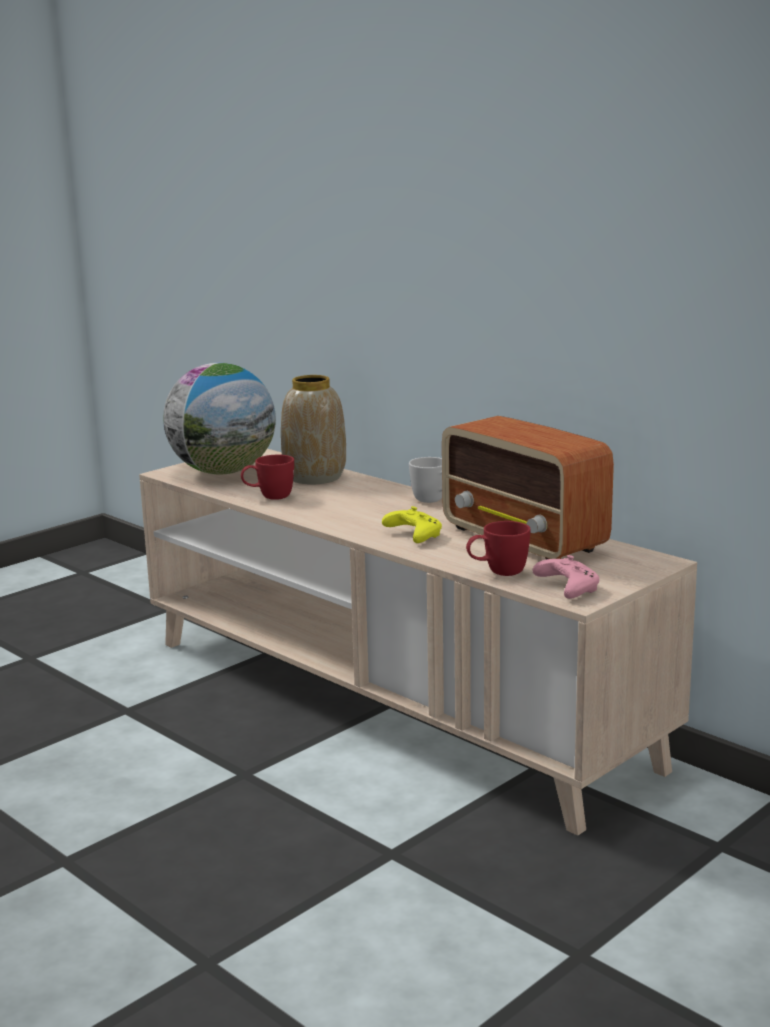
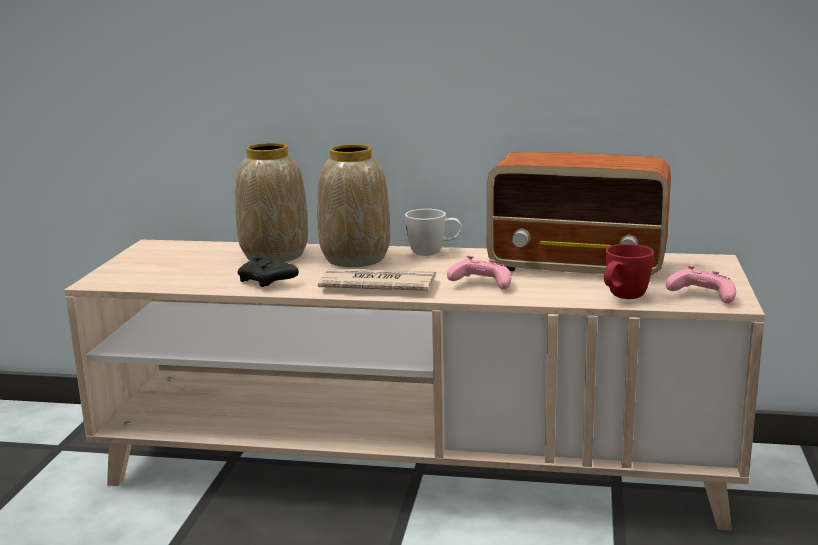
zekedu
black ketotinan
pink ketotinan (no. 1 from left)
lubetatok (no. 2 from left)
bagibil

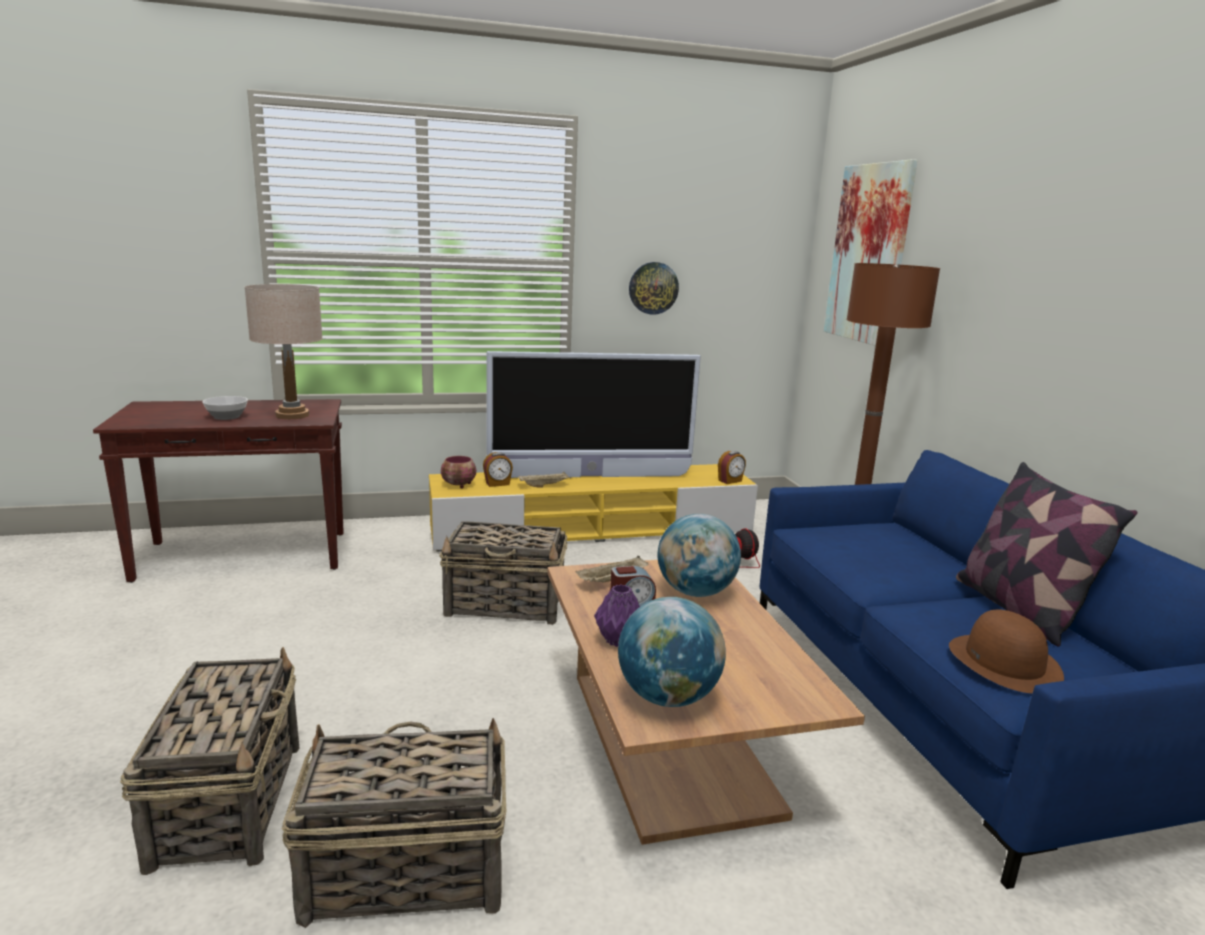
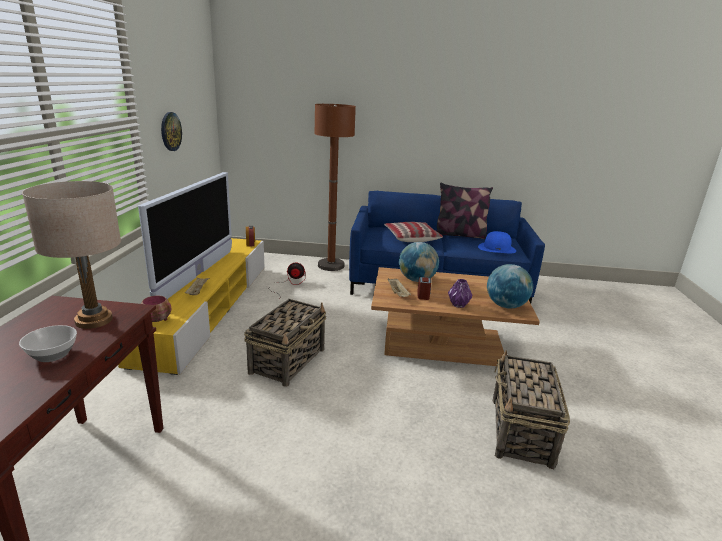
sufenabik
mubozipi (no. 1 from left in the first image)
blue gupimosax
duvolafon (no. 1 from left in the first image)
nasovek (no. 1 from left)

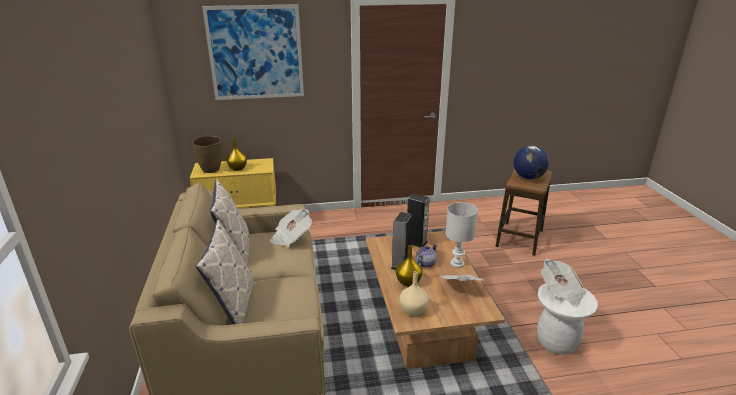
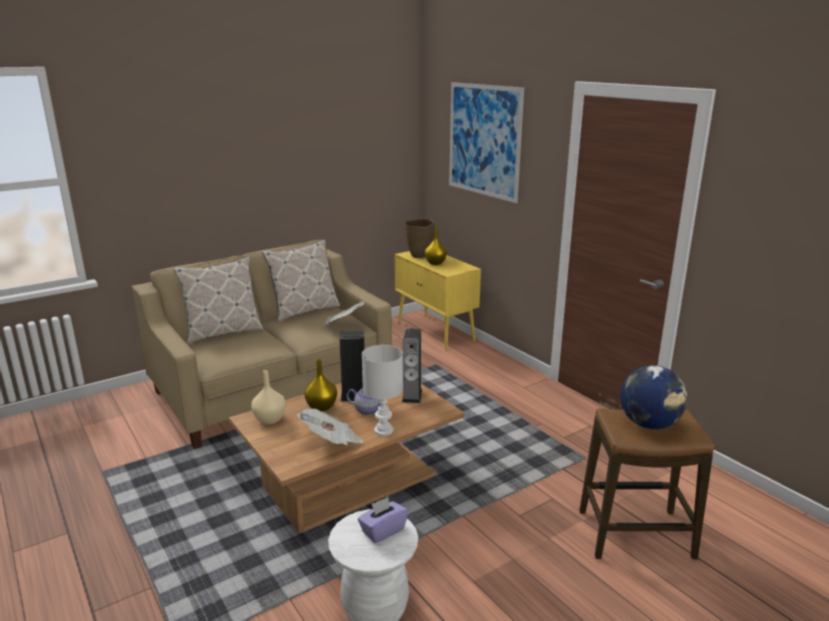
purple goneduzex

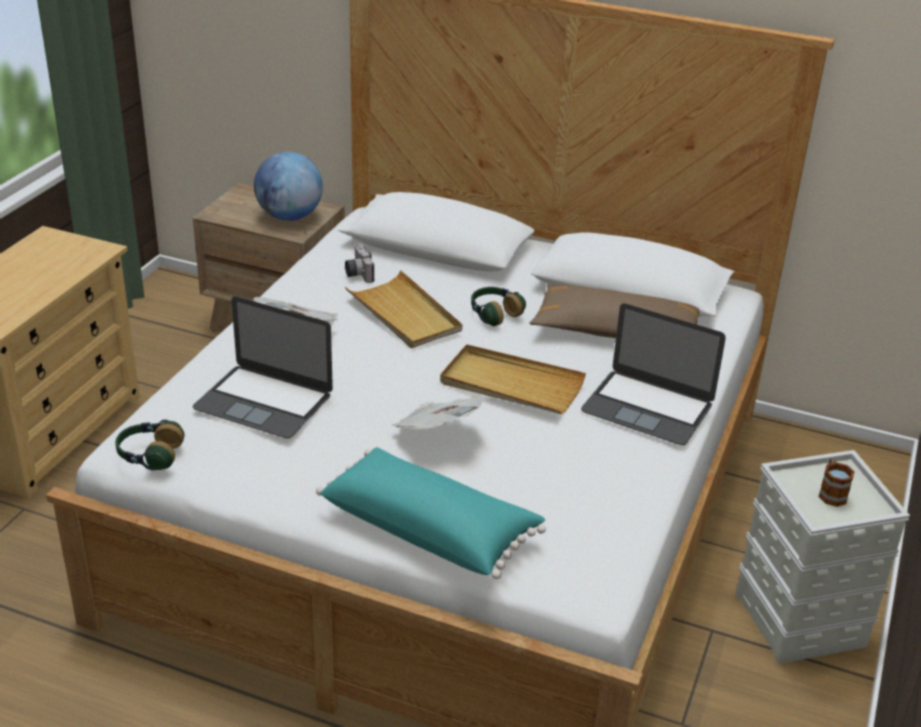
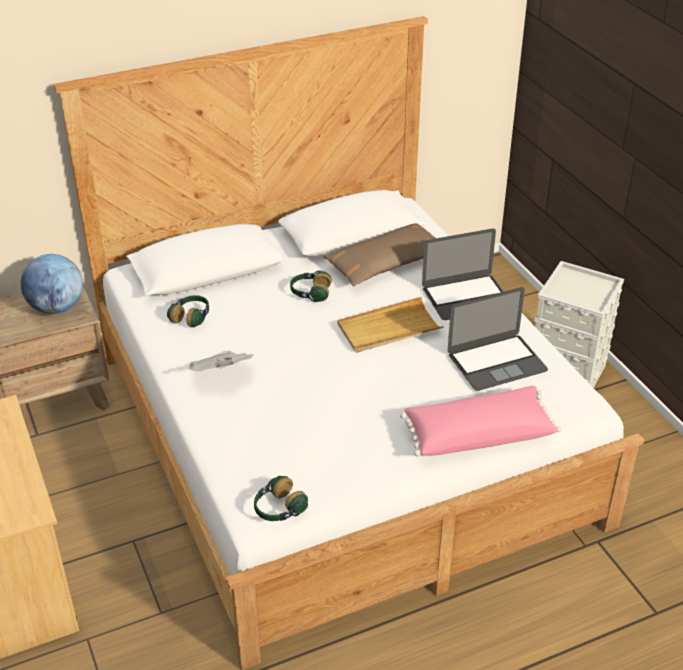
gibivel (no. 1 from left)
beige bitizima (no. 1 from left in the first image)
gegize (no. 2 from left)
bagibil (no. 2 from left in the first image)
pink nasovek
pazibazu

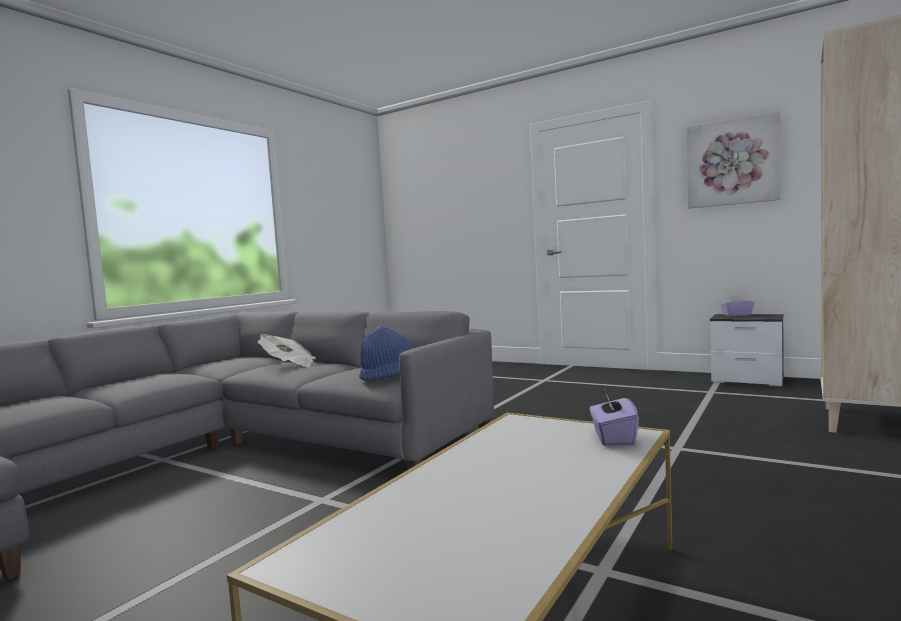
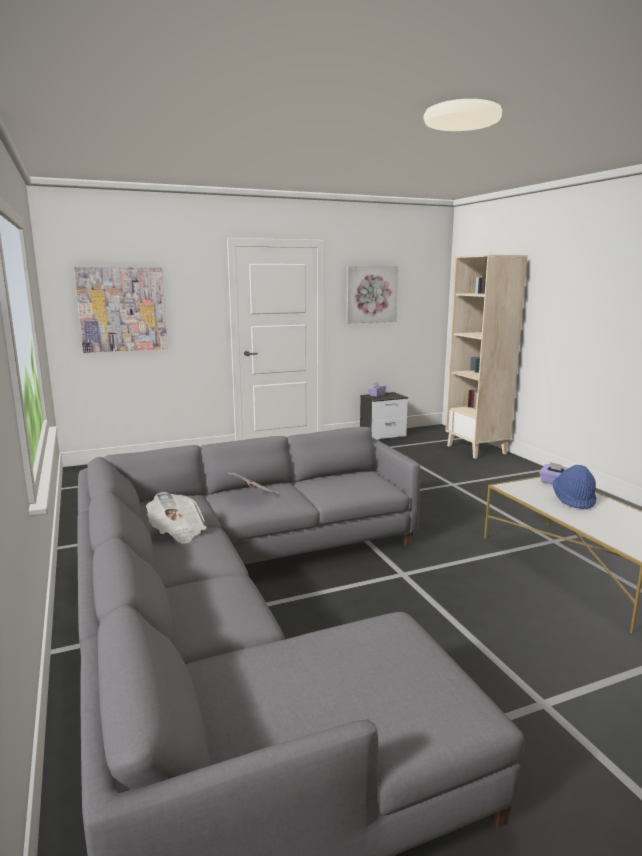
blue gupimosax
sufenabik (no. 1 from left)
bagibil (no. 1 from left)

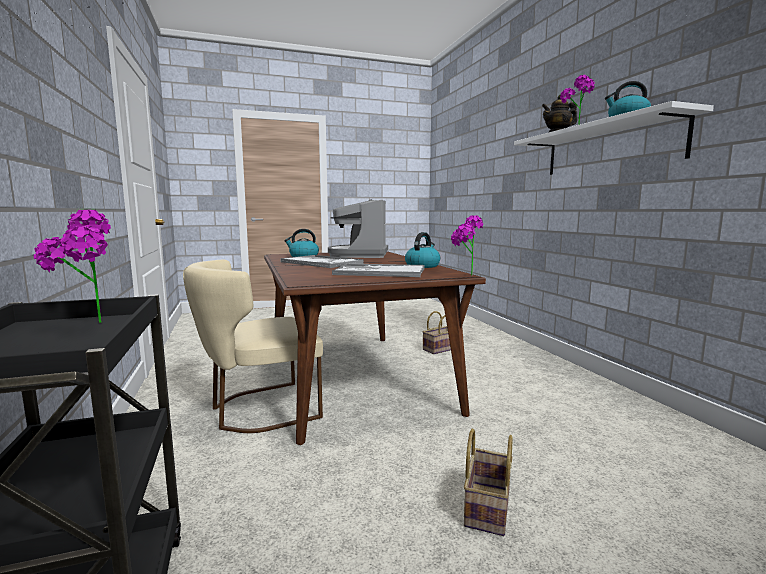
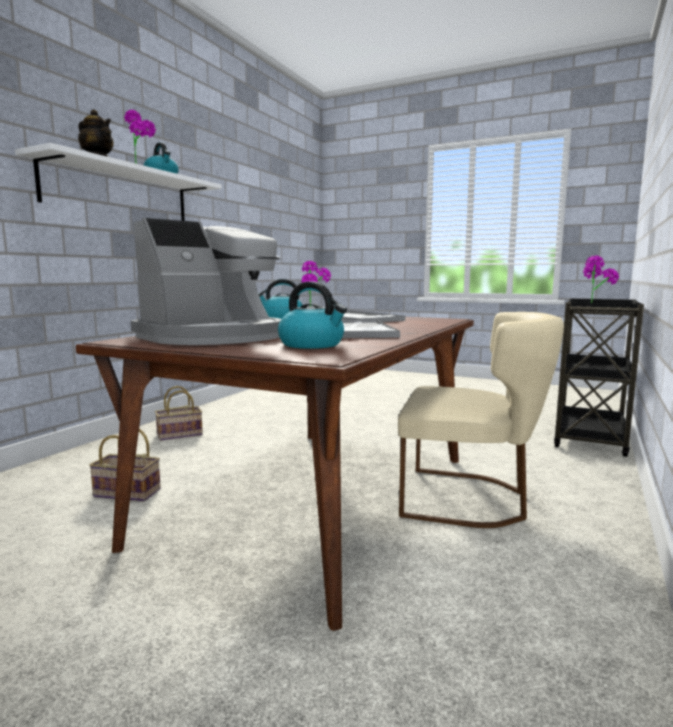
duvolafon (no. 2 from left)

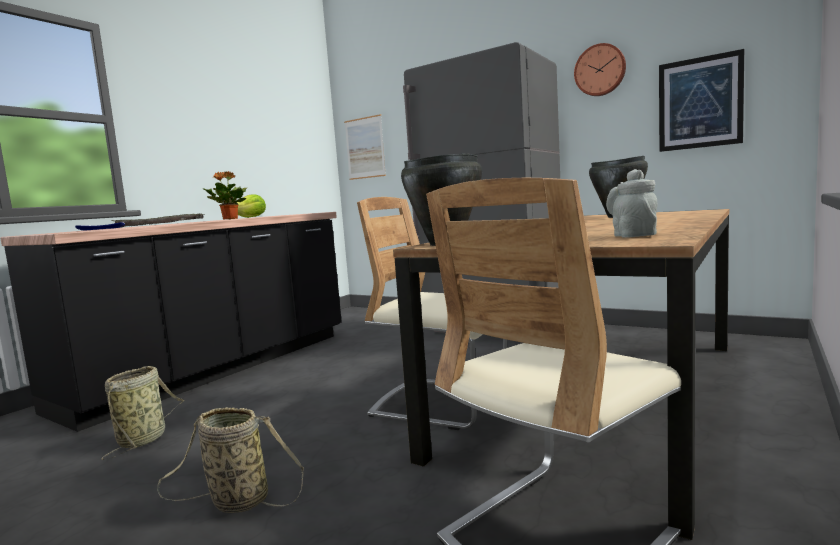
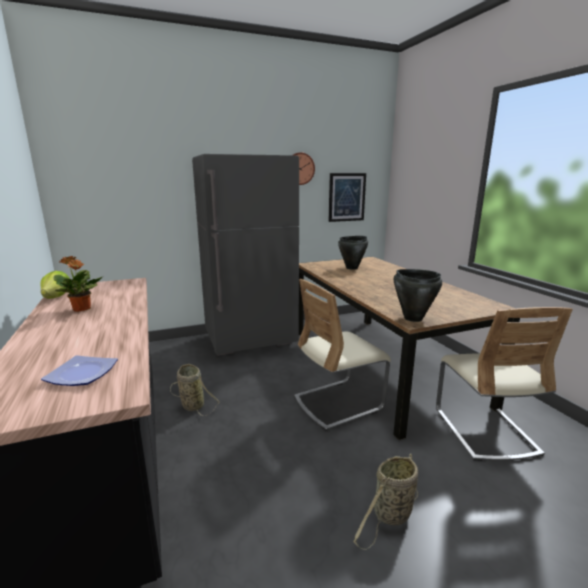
sufenabik (no. 1 from left in the first image)
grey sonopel
bitizima
duvolafon (no. 1 from left)

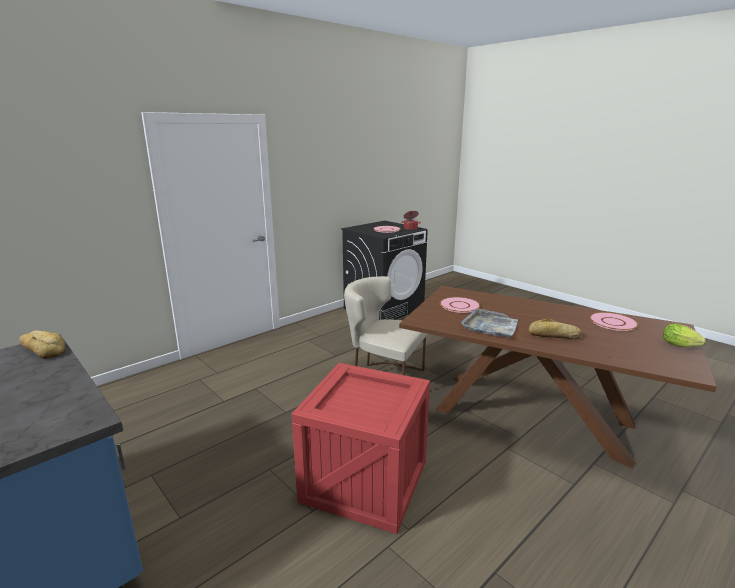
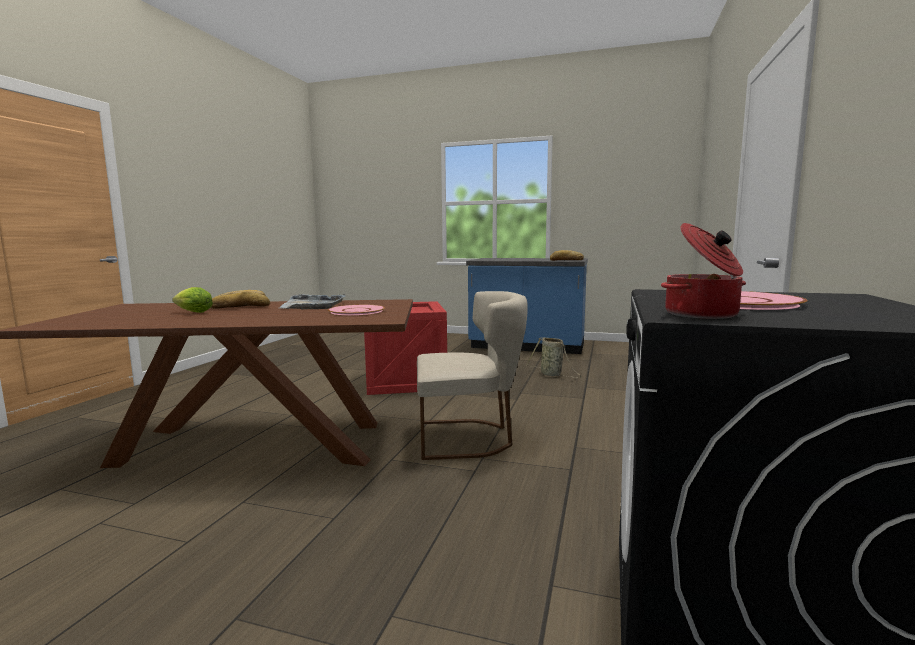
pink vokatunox (no. 3 from left in the first image)
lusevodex
duvolafon

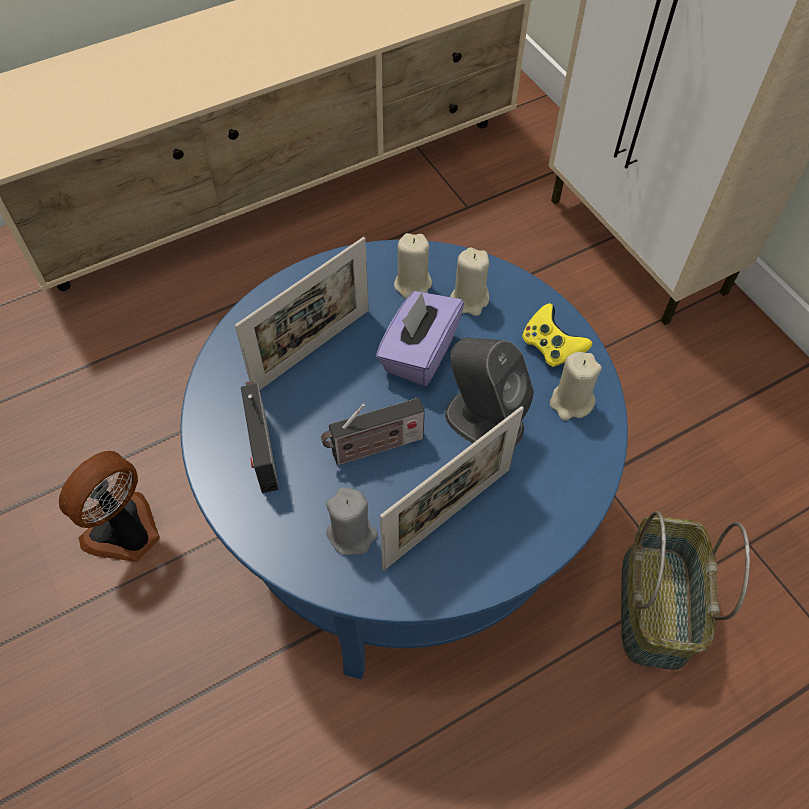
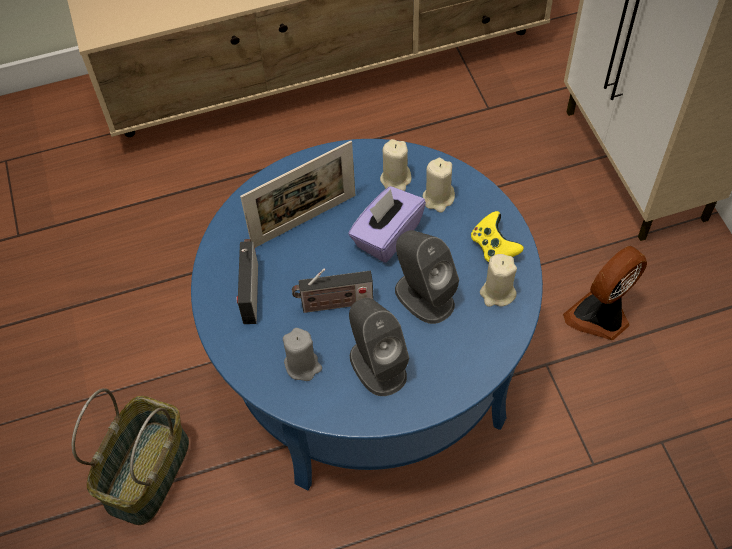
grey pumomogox (no. 1 from left)
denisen
duvolafon

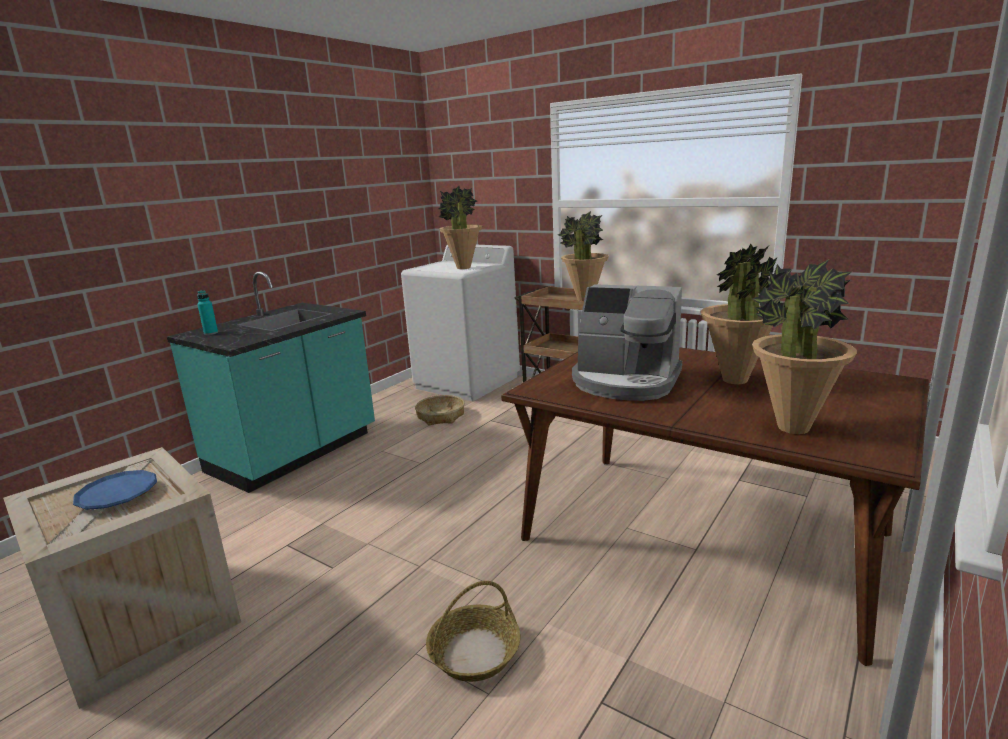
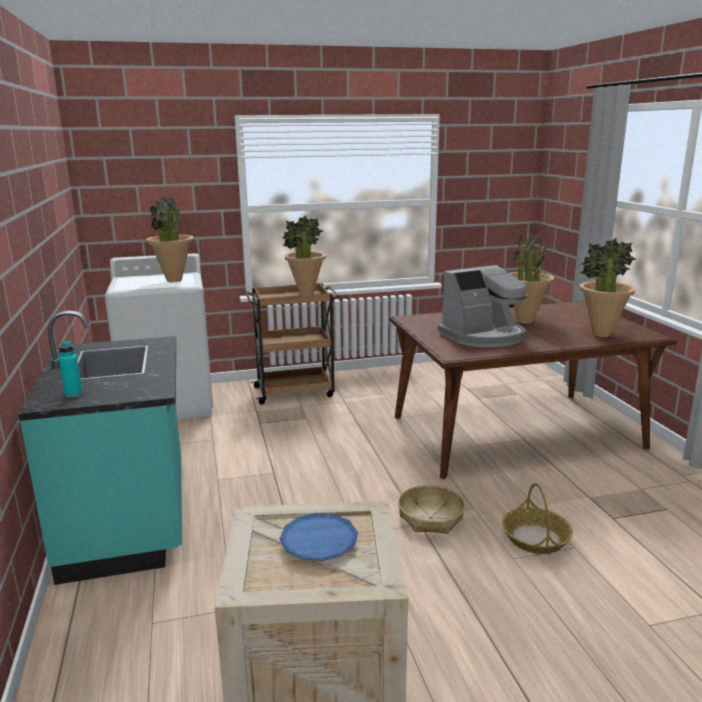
duvolafon (no. 1 from left)

